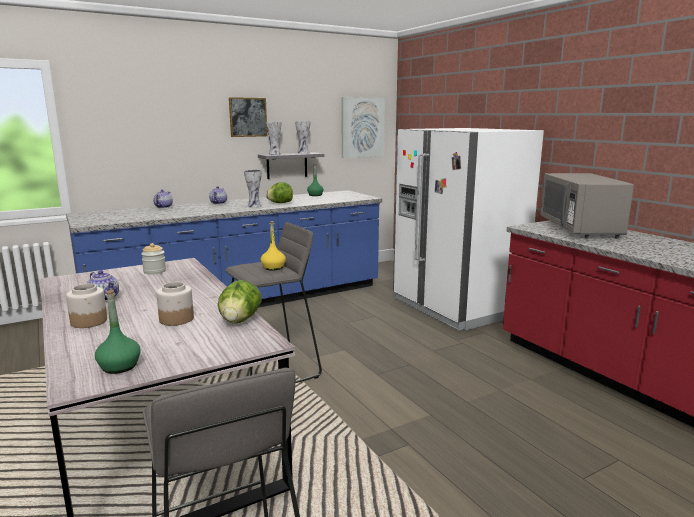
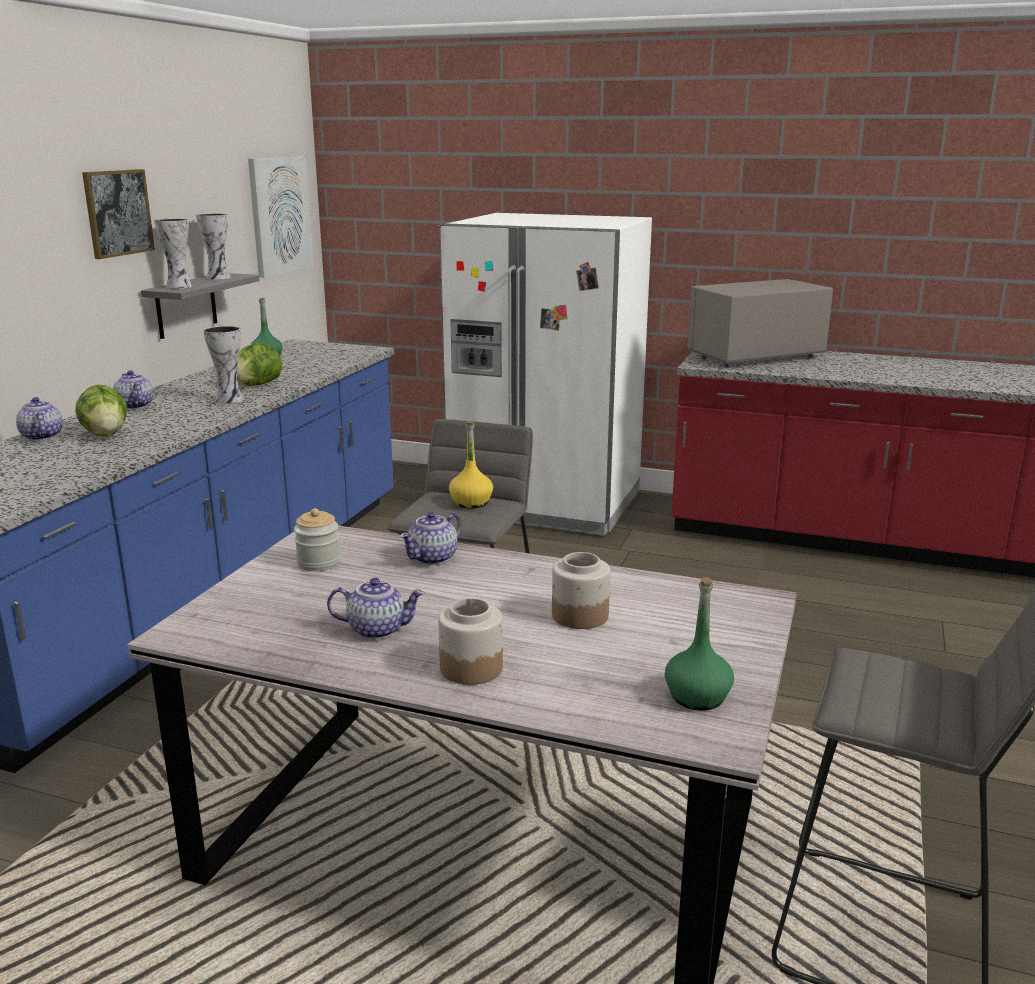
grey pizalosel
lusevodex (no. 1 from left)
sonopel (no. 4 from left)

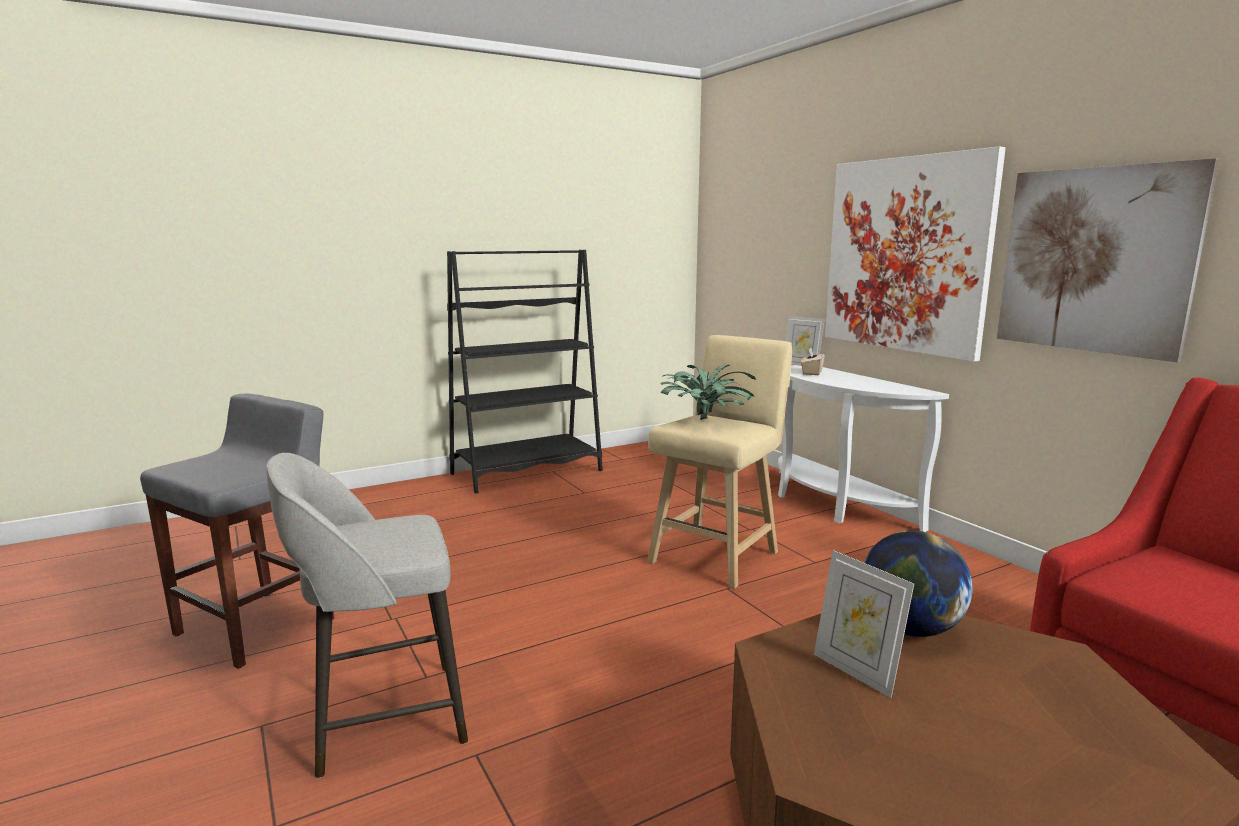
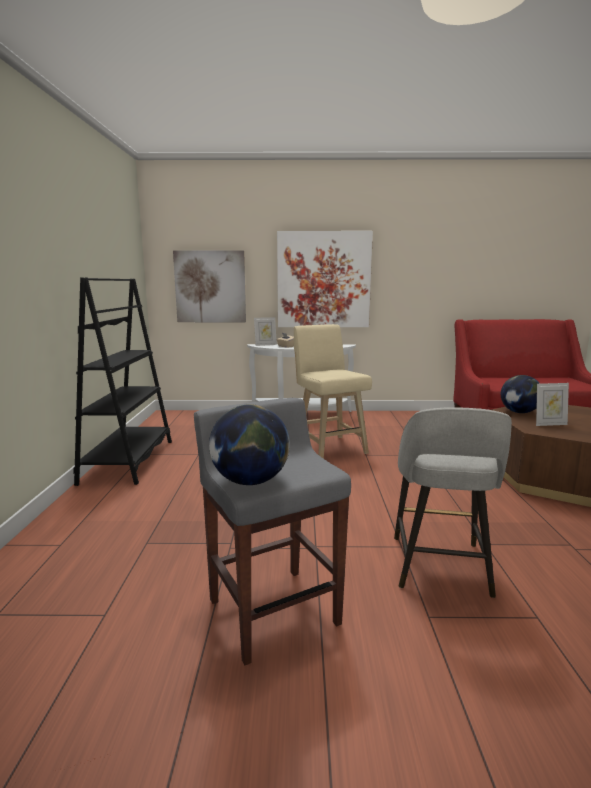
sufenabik (no. 1 from left)
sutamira
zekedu (no. 1 from left)

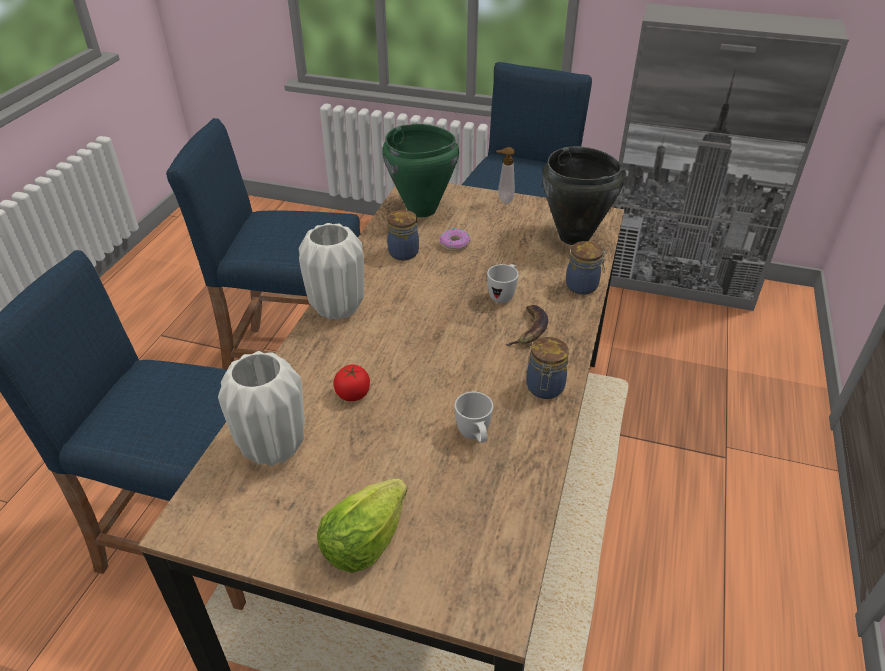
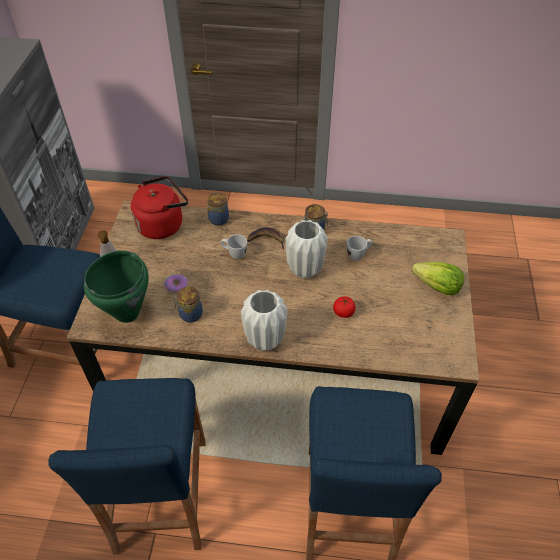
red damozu
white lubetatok (no. 2 from left)

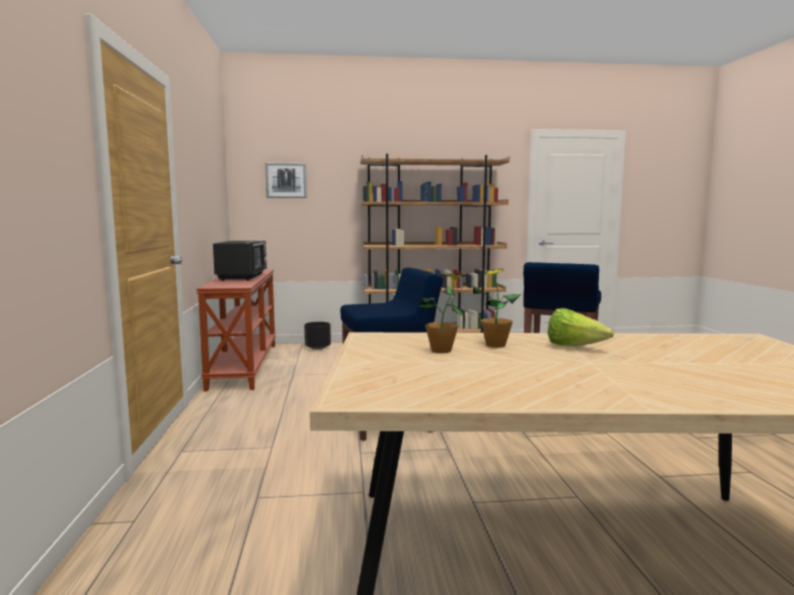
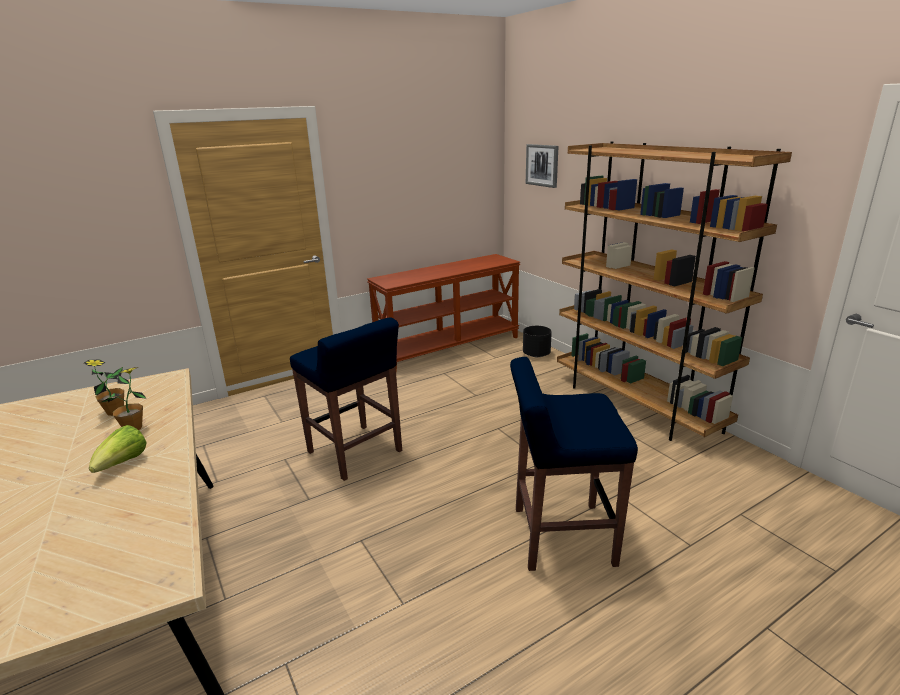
black pizalosel

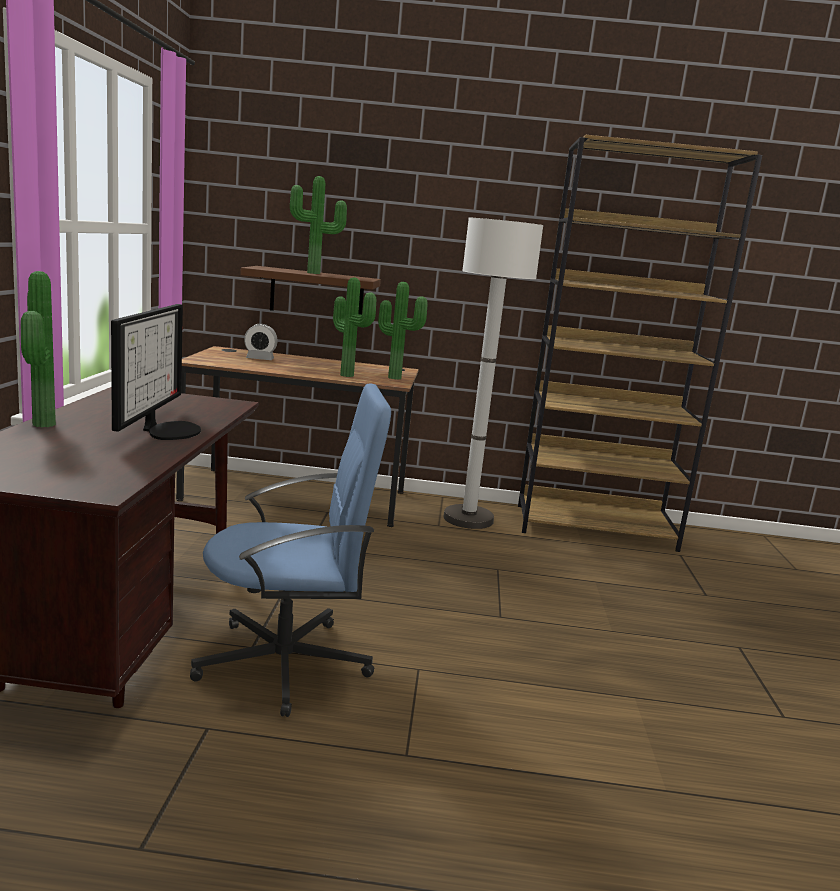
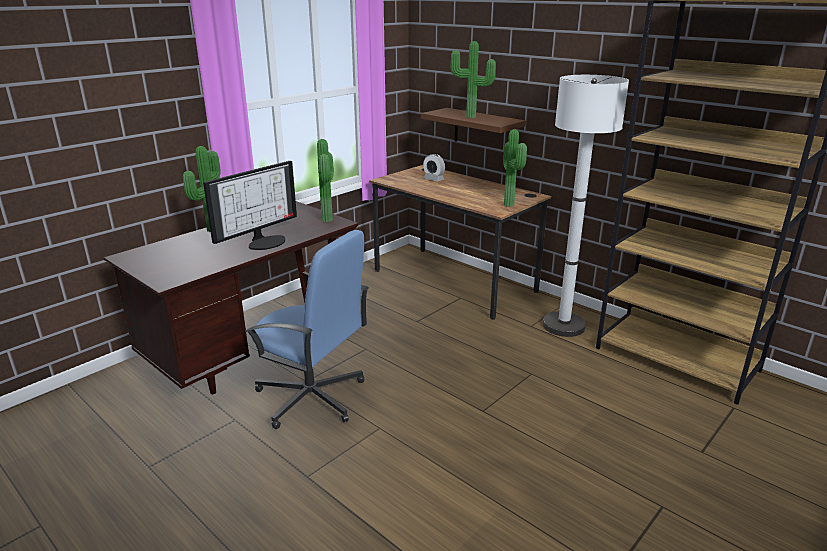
sutamira (no. 2 from left)

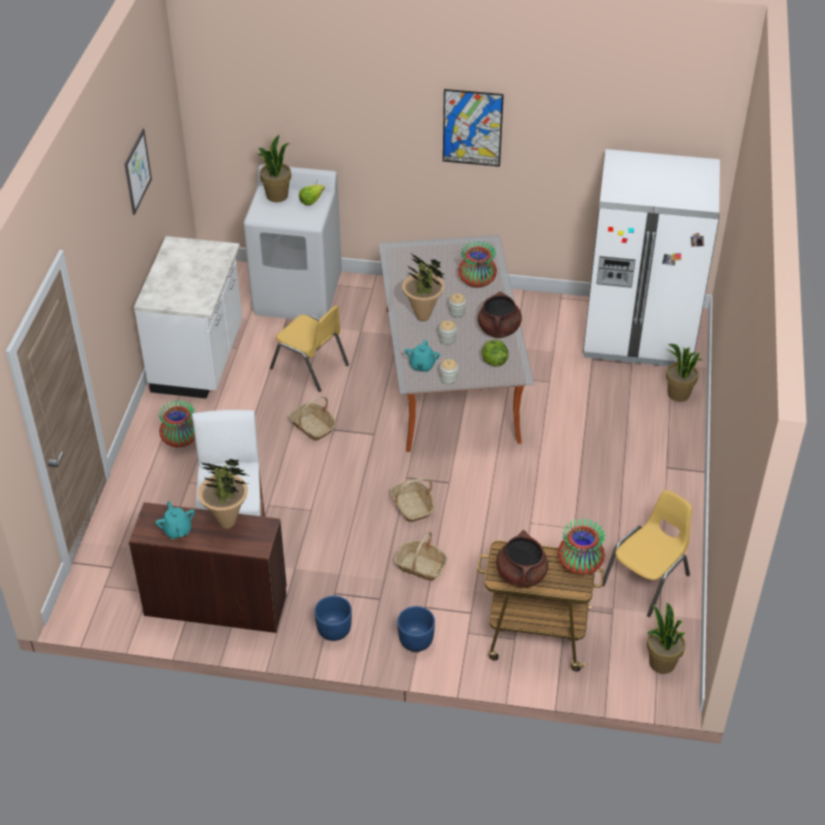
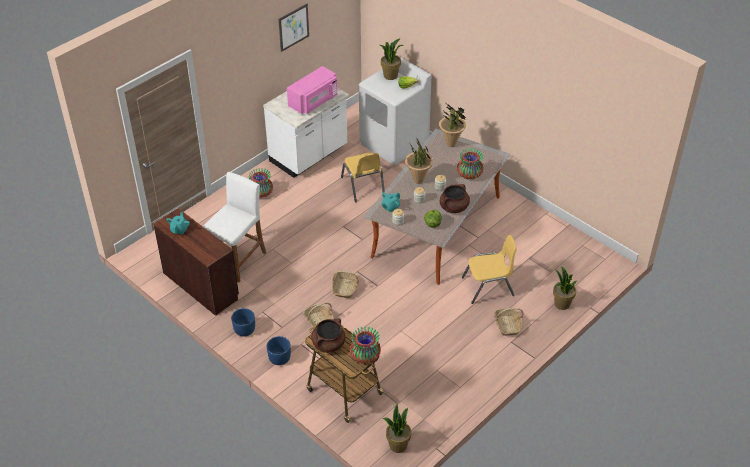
sufenabik (no. 2 from left in the first image)
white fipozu
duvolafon (no. 3 from left)
sutamira (no. 4 from left)
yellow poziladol (no. 2 from left)
pink pizalosel

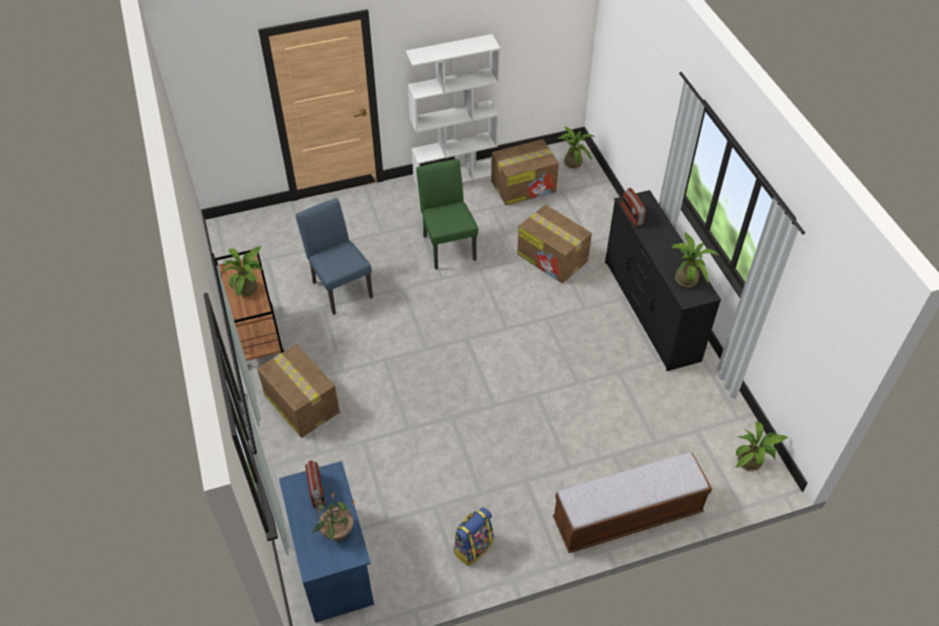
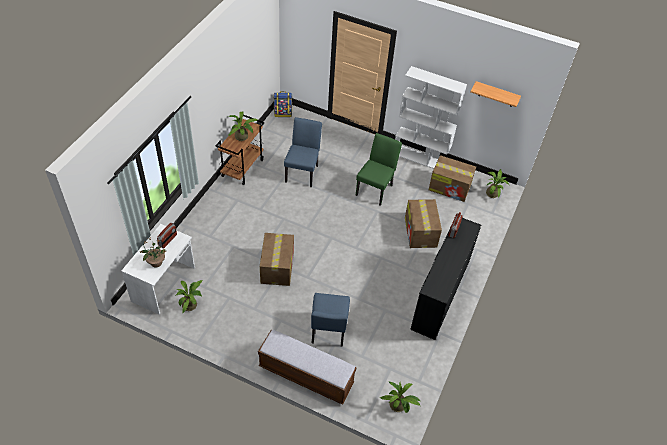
sutamira (no. 2 from left)
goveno (no. 1 from left)
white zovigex
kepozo
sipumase
blue poziladol (no. 2 from left)

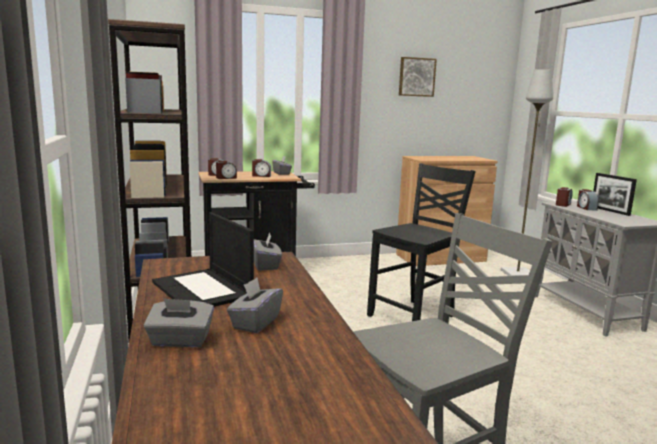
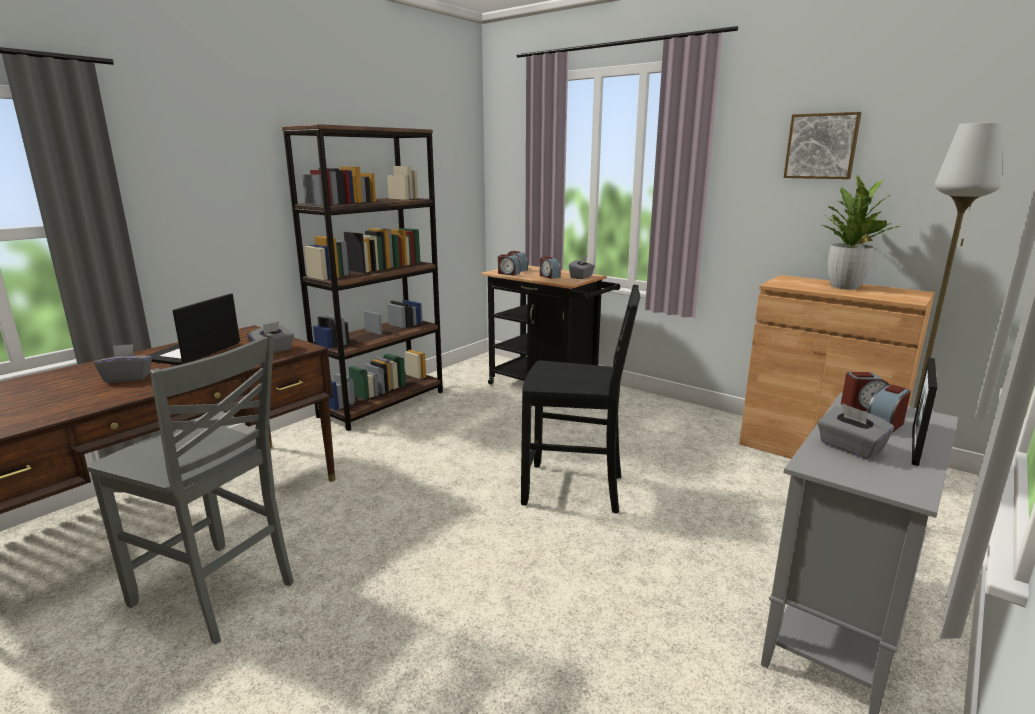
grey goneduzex (no. 4 from left)
sutamira

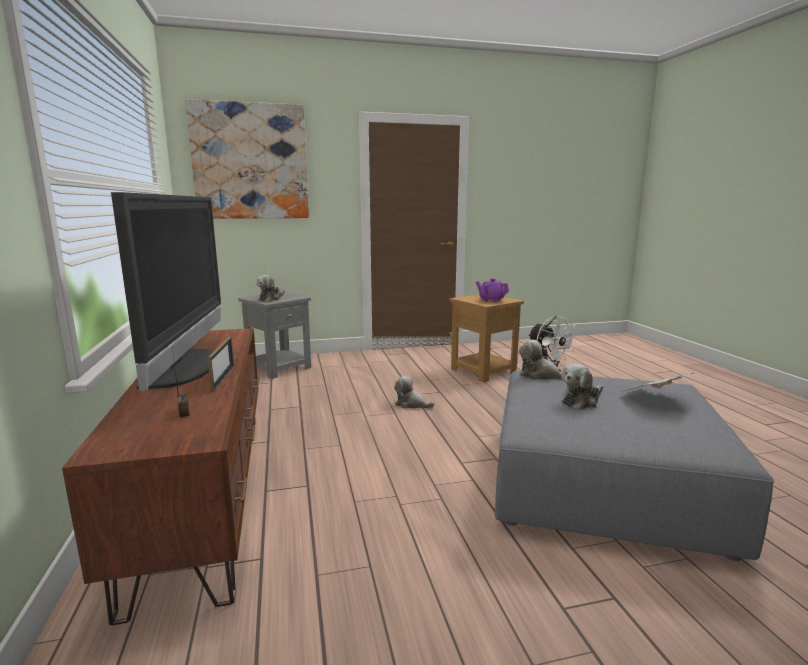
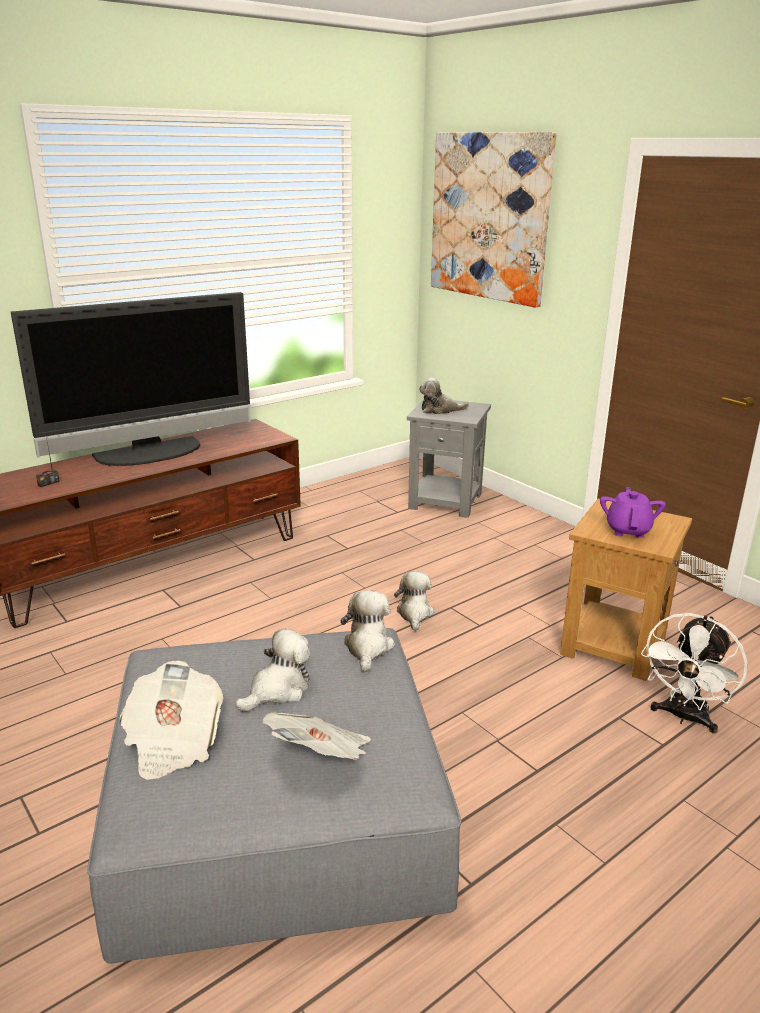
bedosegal
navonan (no. 1 from left)
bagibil (no. 1 from left)

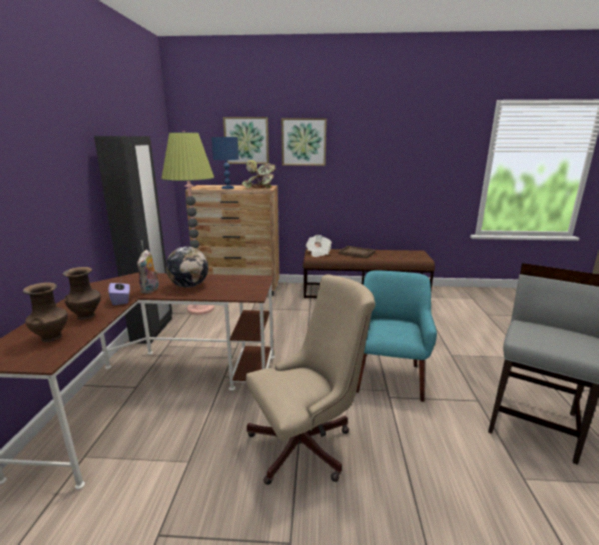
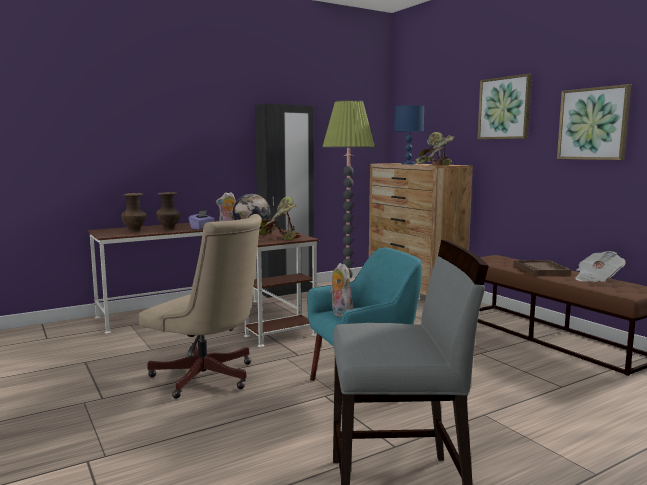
sufenabik (no. 2 from left)
bagibil
sutamira (no. 1 from left)
navonan (no. 2 from left)

